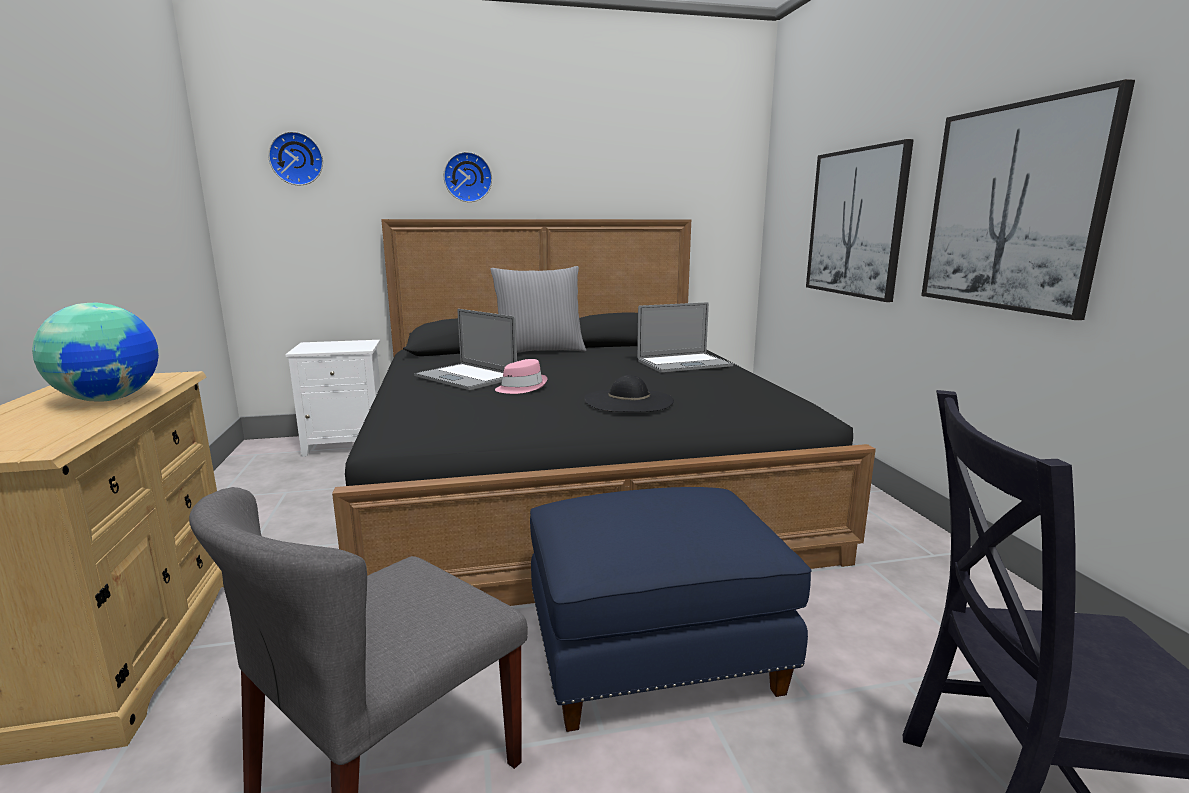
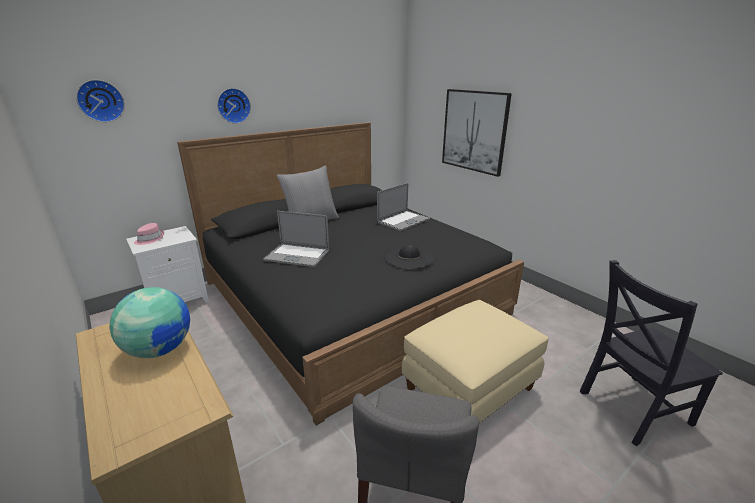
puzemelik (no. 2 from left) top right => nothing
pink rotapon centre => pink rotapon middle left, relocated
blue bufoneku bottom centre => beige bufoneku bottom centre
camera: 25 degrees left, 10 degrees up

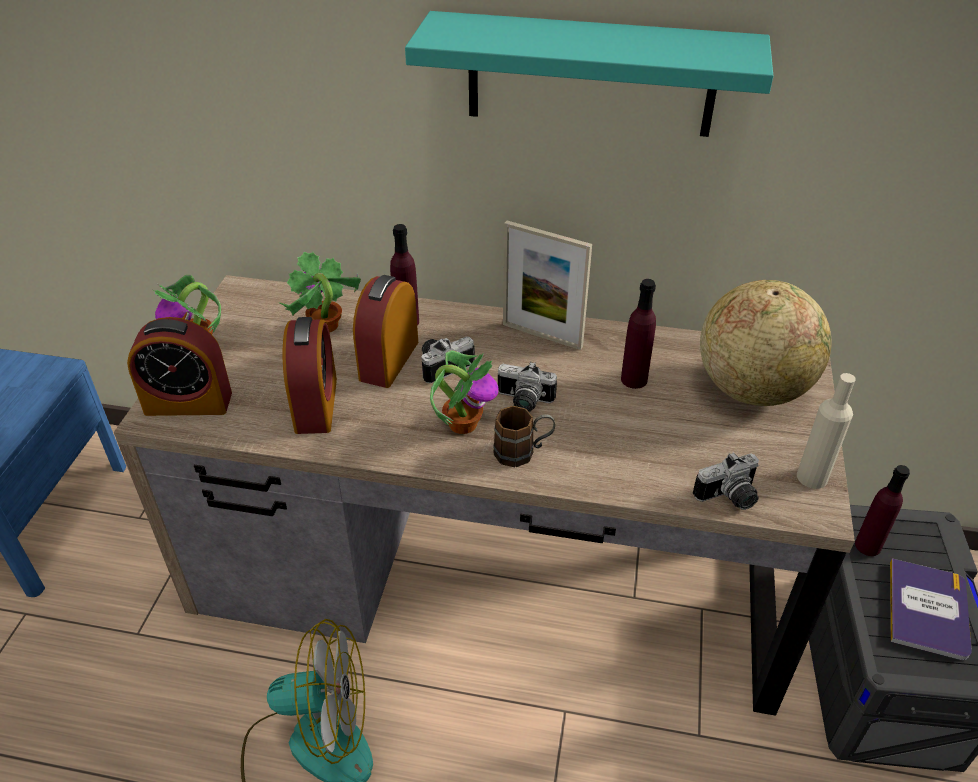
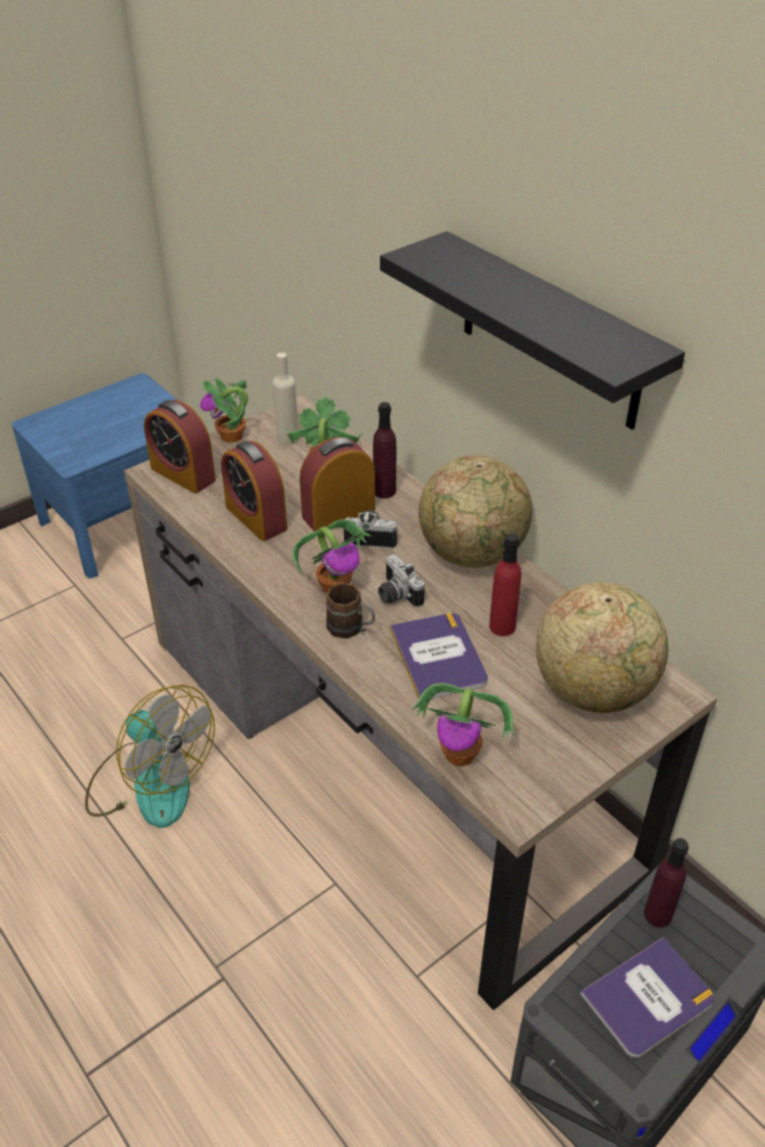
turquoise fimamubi top centre => black fimamubi top right
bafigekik centre => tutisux (no. 1 from left) centre
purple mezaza (no. 2 from left) centre => red mezaza centre
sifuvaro (no. 2 from left) middle left, 105 degrees clockwise
beige mezaza middle right => beige mezaza centre, relocated
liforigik (no. 3 from left) middle right => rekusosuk (no. 4 from left) centre
nothing => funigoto (no. 1 from left) centre
camera: 40 degrees right, 0 degrees up

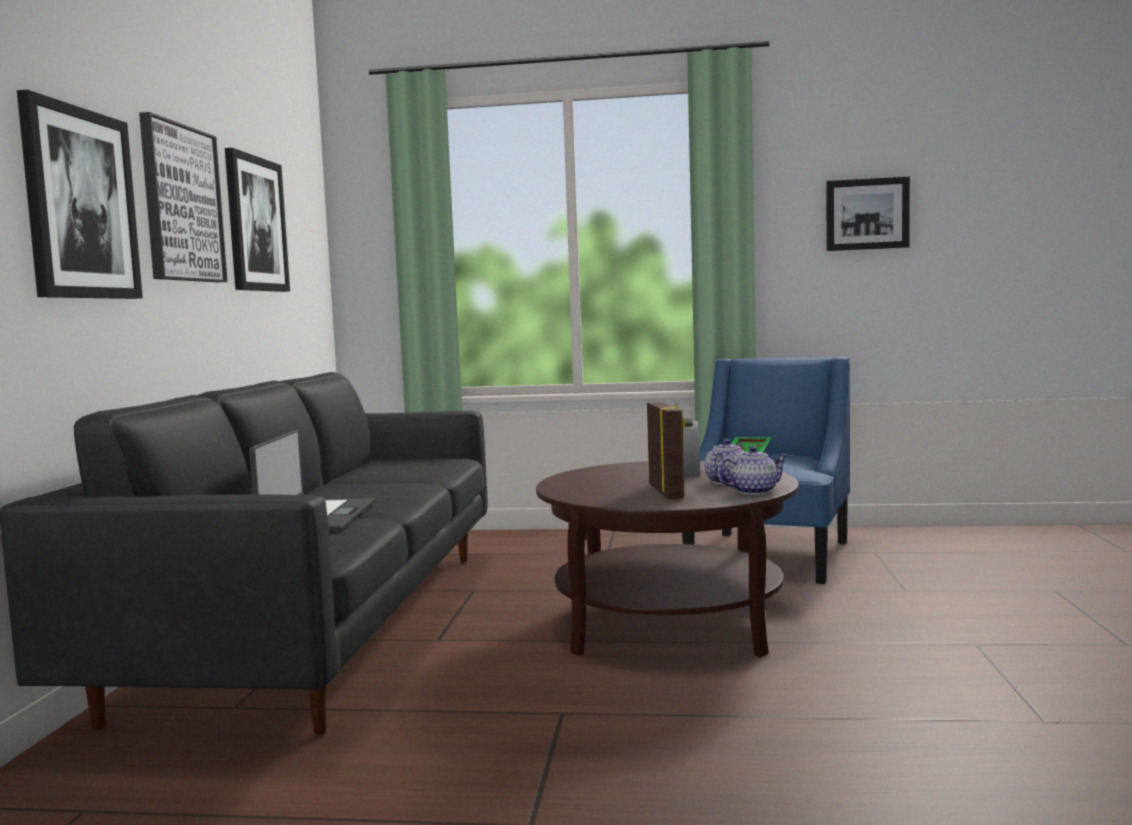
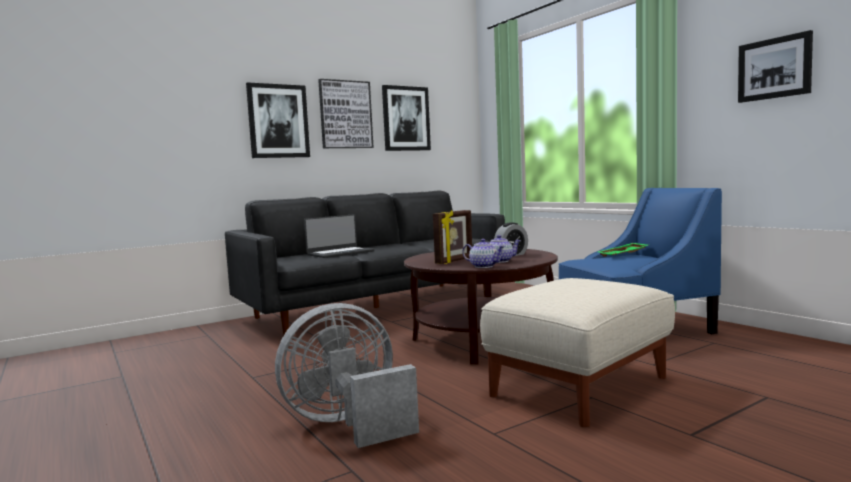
nothing => beige bufoneku bottom right
nothing => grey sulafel bottom centre
camera: 50 degrees right, 0 degrees up

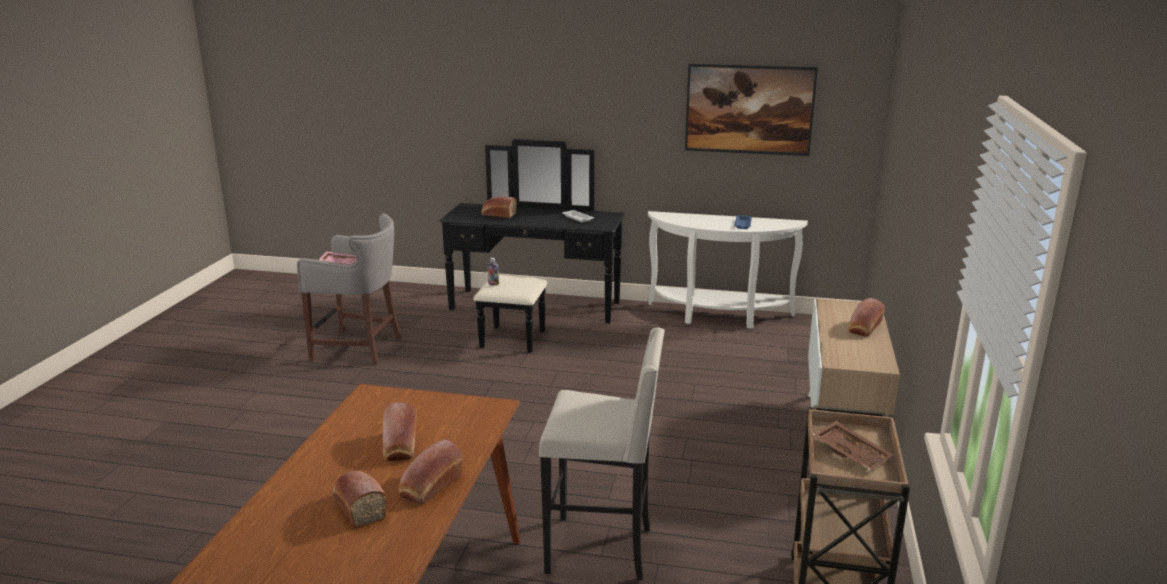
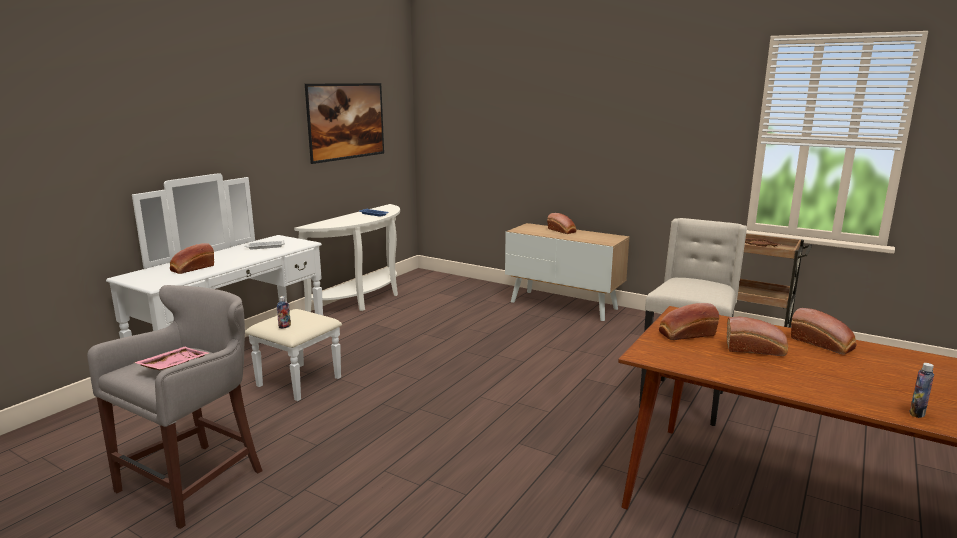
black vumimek centre => white vumimek middle left
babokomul (no. 1 from left in the first image) bottom left => babokomul (no. 3 from left) middle right, relocated
nothing => mezaza (no. 2 from left) bottom right
camera: 70 degrees left, 5 degrees down

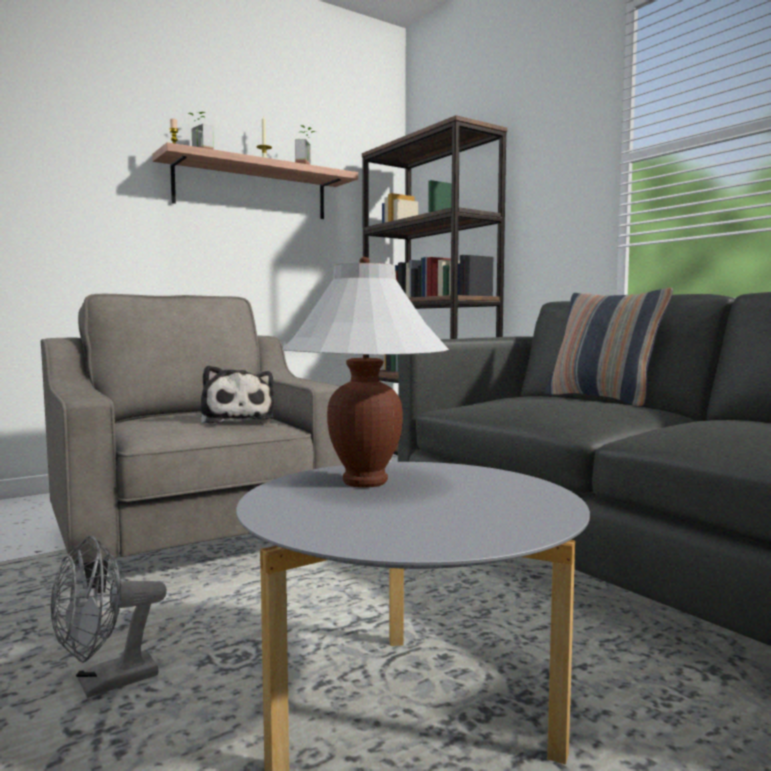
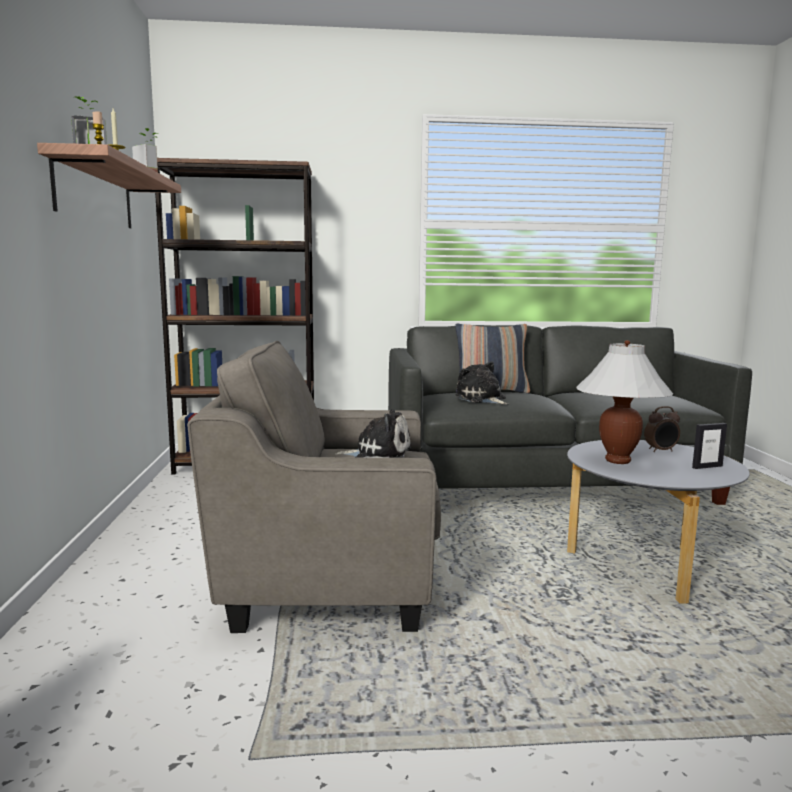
grey sulafel bottom left => nothing
nothing => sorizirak (no. 2 from left) centre
nothing => sifuvaro middle right
nothing => bafigekik middle right
camera: 60 degrees left, 5 degrees up

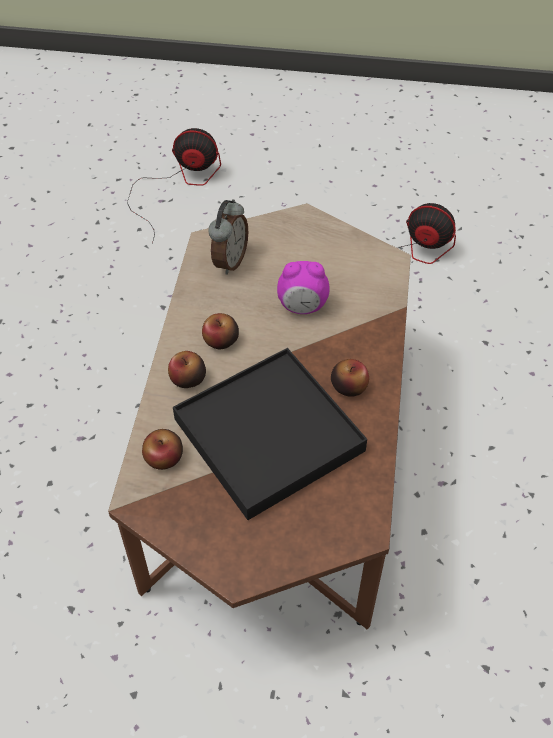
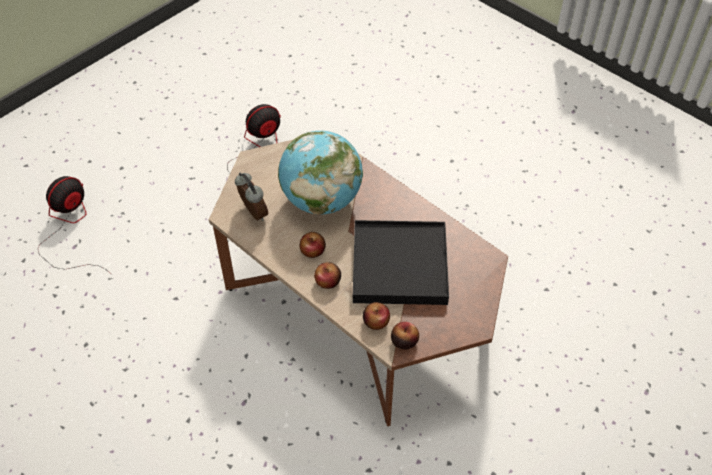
sifuvaro (no. 2 from left) centre => tutisux centre
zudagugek (no. 4 from left) centre => zudagugek (no. 4 from left) bottom centre, relocated
camera: 55 degrees left, 0 degrees up

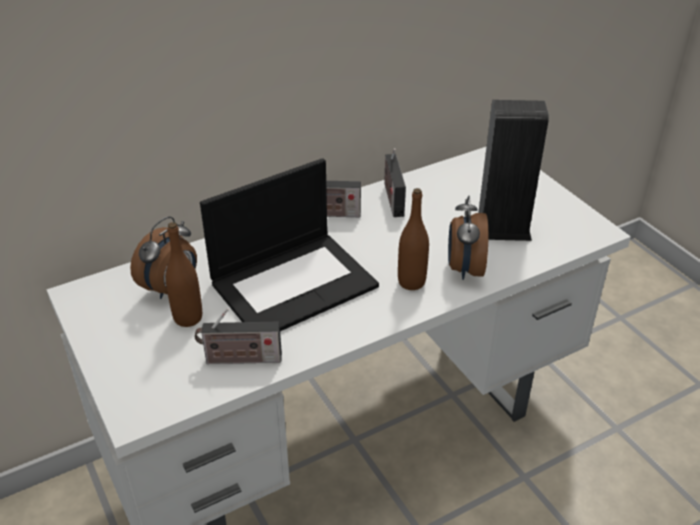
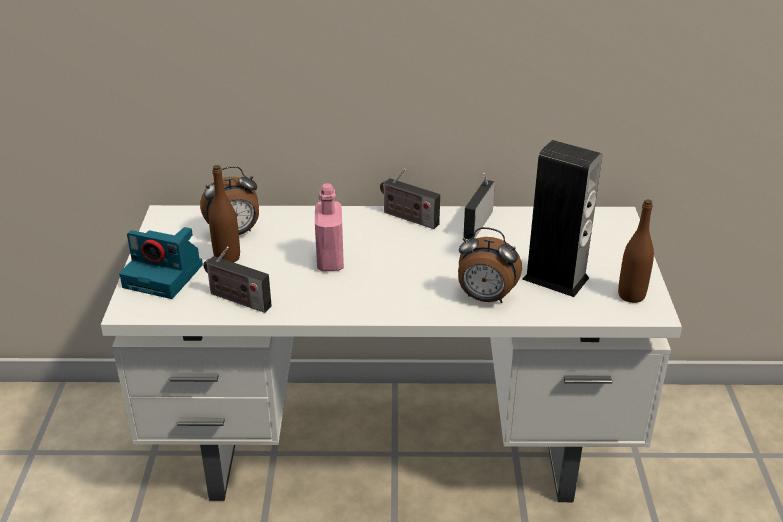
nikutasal centre => pink mezaza centre
brown mezaza (no. 2 from left) centre => brown mezaza (no. 2 from left) middle right, relocated
sifuvaro (no. 2 from left) middle right => sifuvaro (no. 2 from left) centre, 105 degrees counterclockwise
nothing => liforigik middle left
camera: 30 degrees right, 5 degrees down

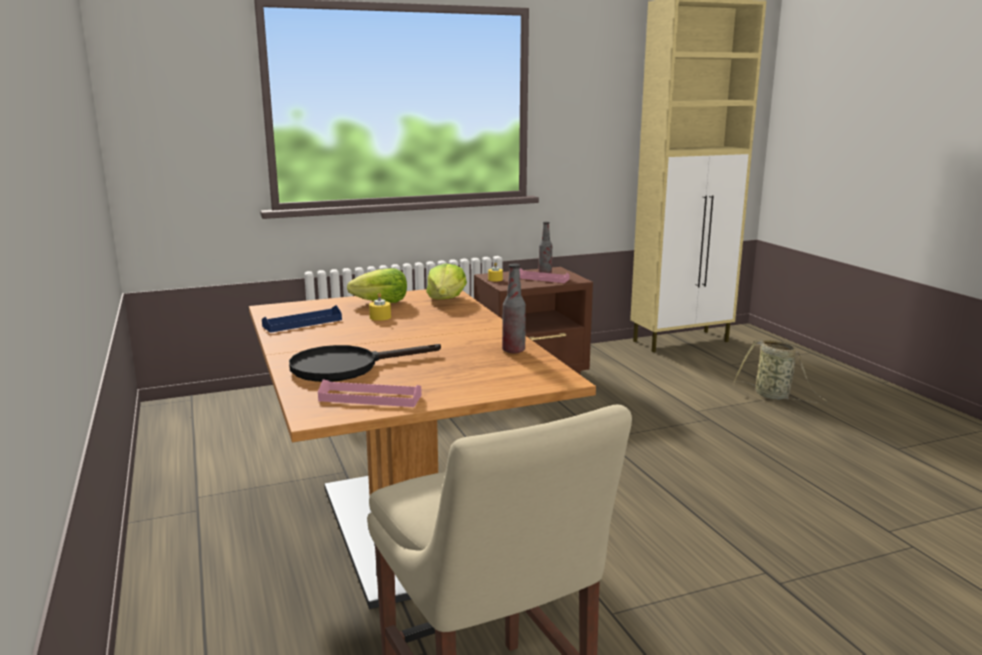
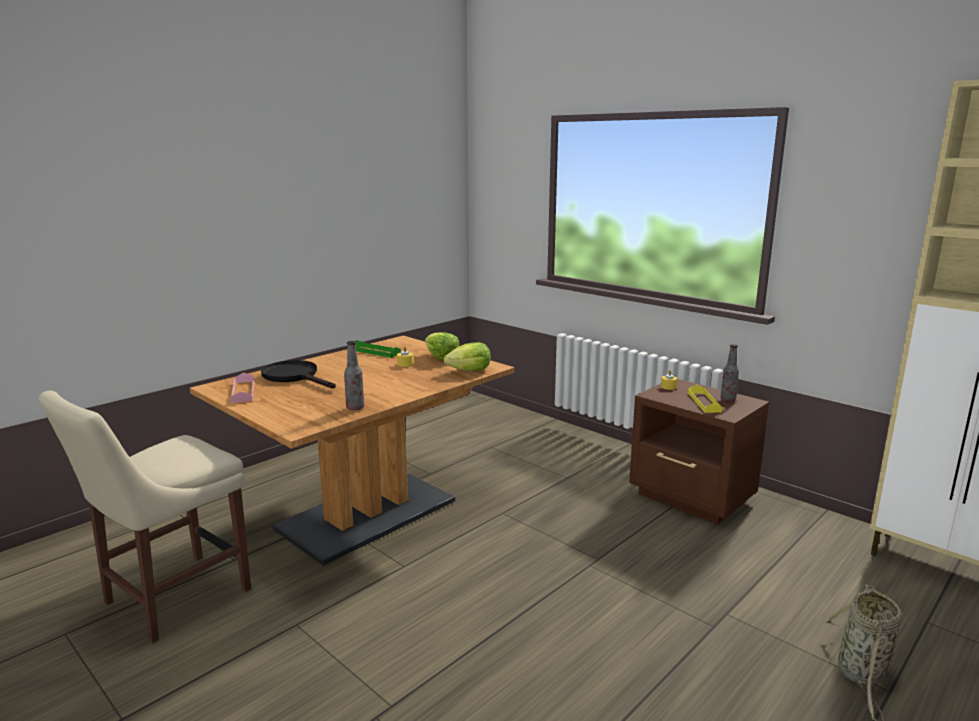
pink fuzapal (no. 2 from left) centre => yellow fuzapal middle right
blue fuzapal middle left => green fuzapal centre
camera: 65 degrees right, 0 degrees up

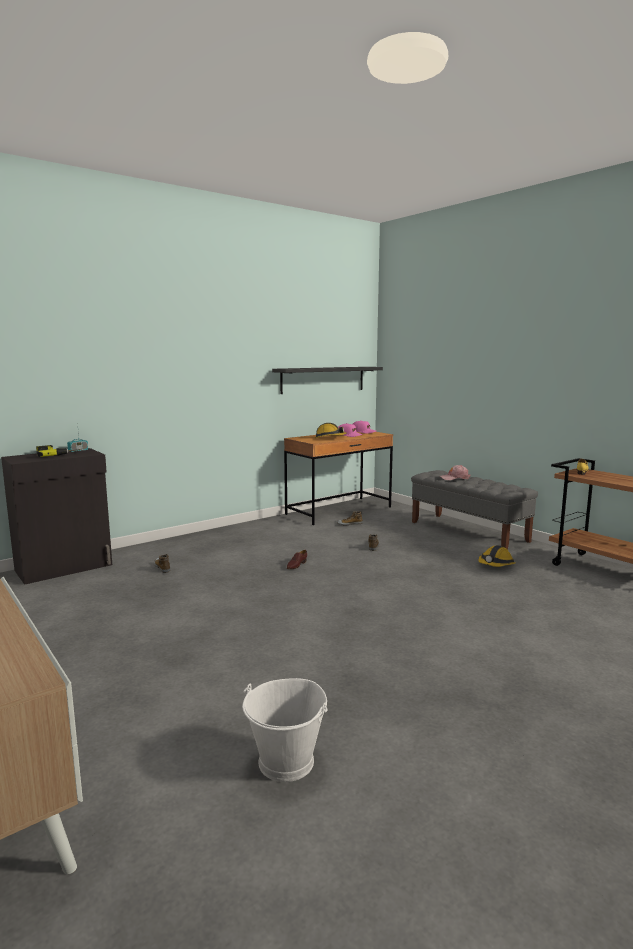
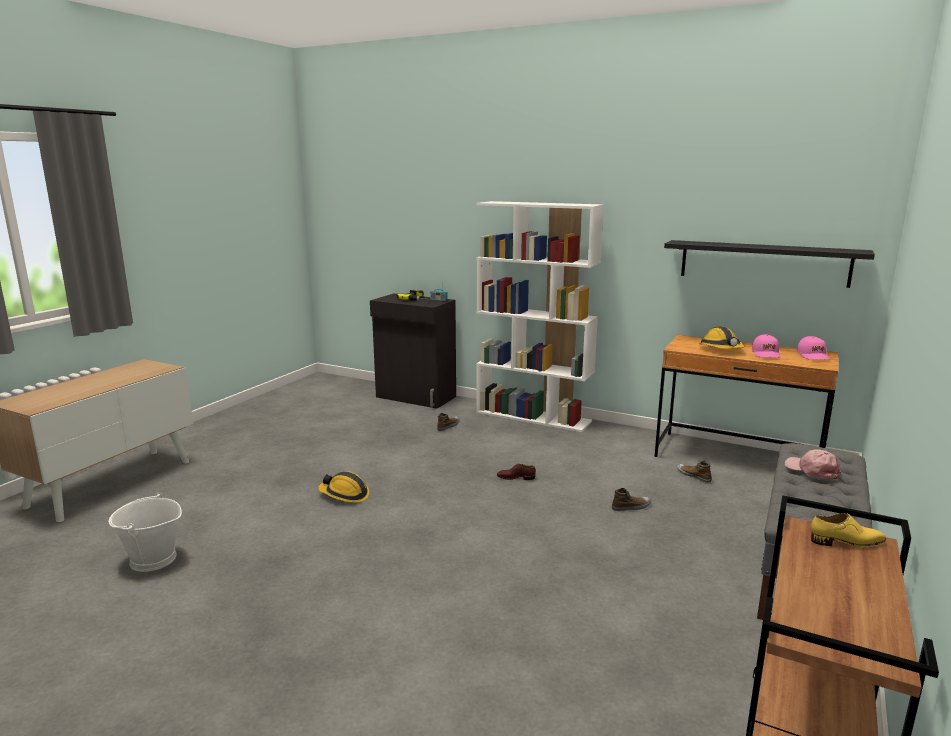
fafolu (no. 2 from left in the first image) middle right => fafolu (no. 1 from left) centre, relocated
nothing => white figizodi centre
camera: 65 degrees right, 5 degrees up

